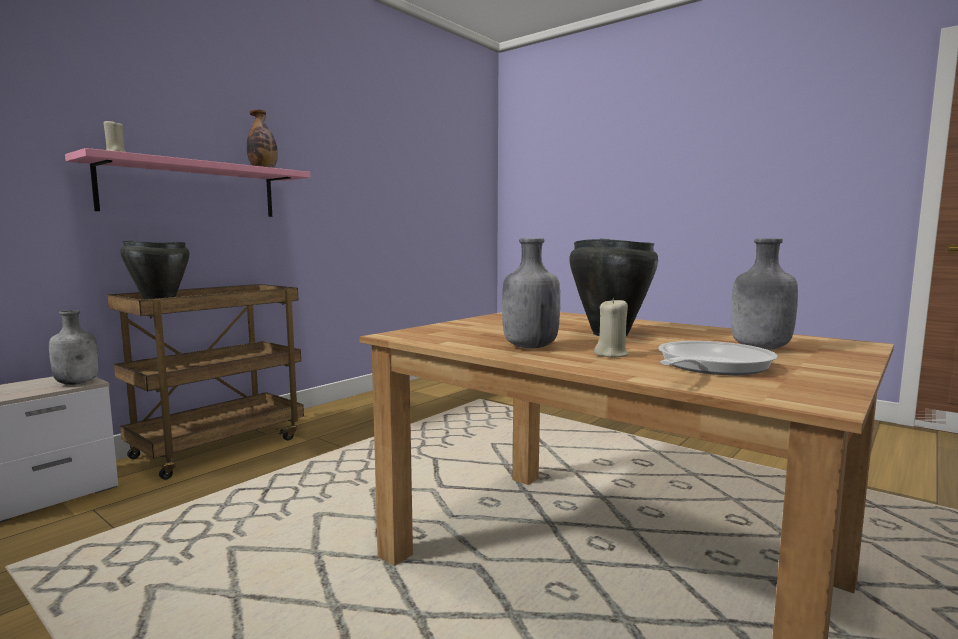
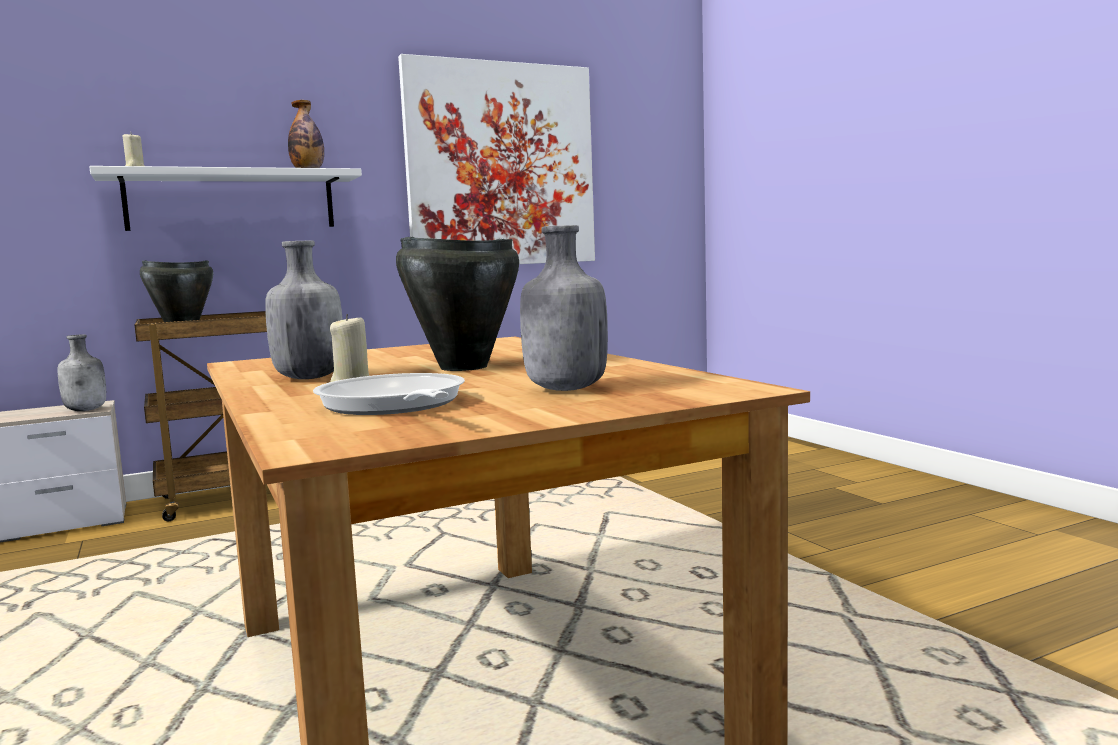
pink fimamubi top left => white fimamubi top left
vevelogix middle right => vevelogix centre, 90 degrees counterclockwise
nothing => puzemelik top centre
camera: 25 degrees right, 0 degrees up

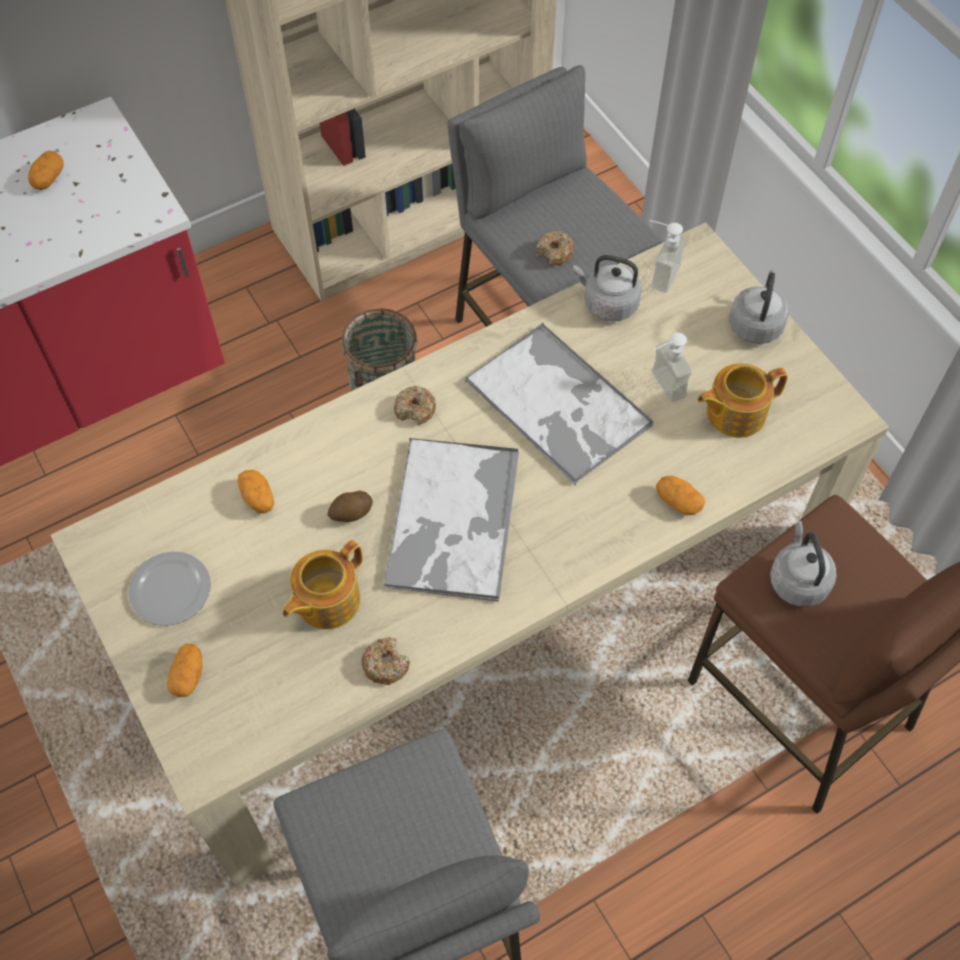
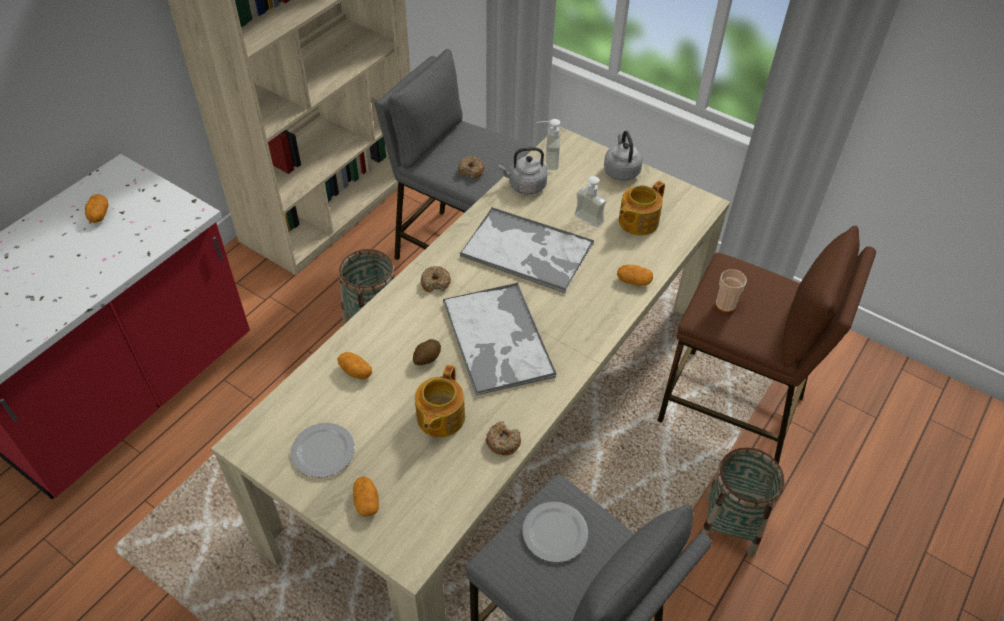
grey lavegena (no. 3 from left) middle right => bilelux middle right
nothing => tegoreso (no. 2 from left) bottom right
nothing => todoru (no. 2 from left) bottom centre
camera: 25 degrees left, 10 degrees down

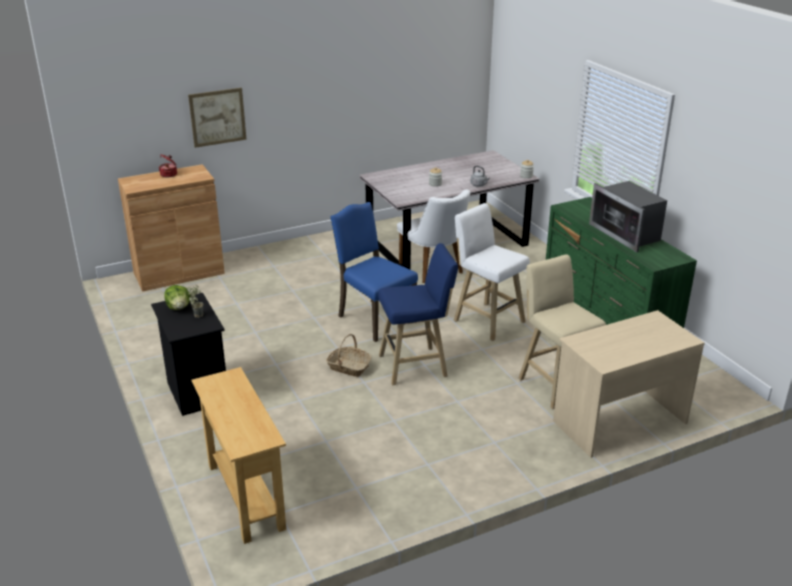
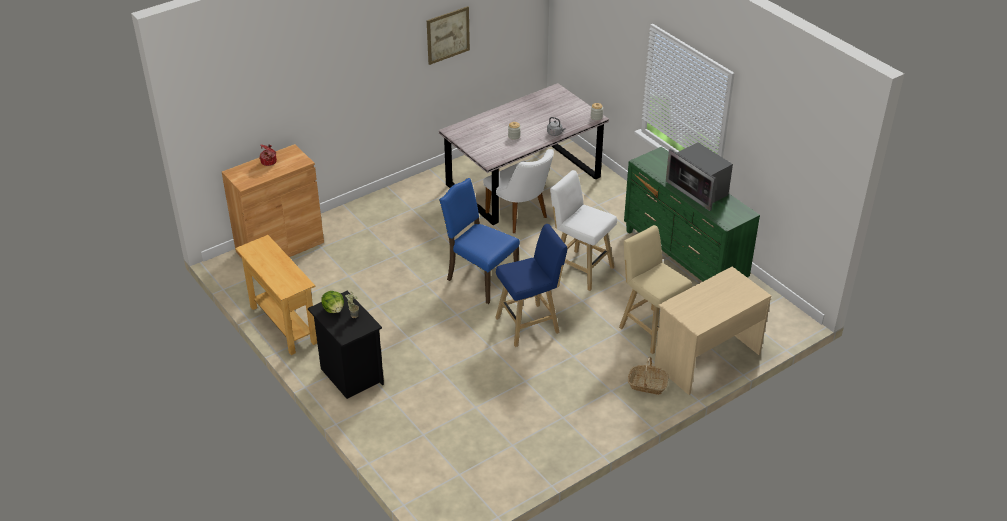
puzemelik top left => puzemelik top centre, relocated
tegoreso centre => tegoreso bottom centre, relocated
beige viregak bottom left => beige viregak middle left, relocated
camera: 10 degrees left, 10 degrees up

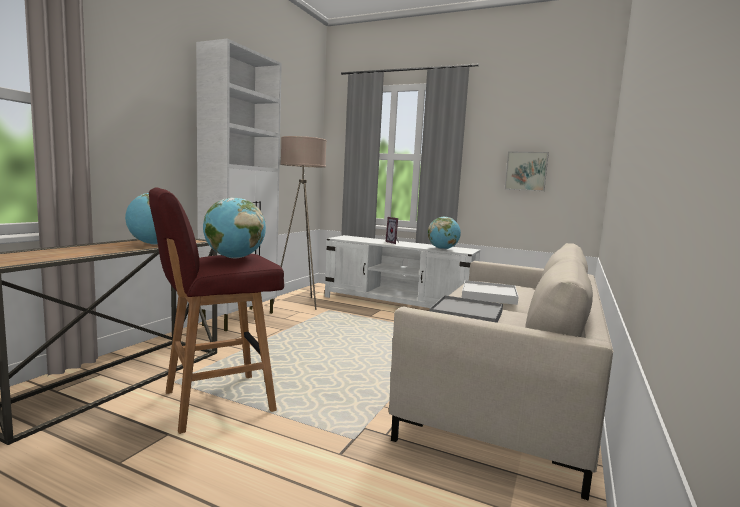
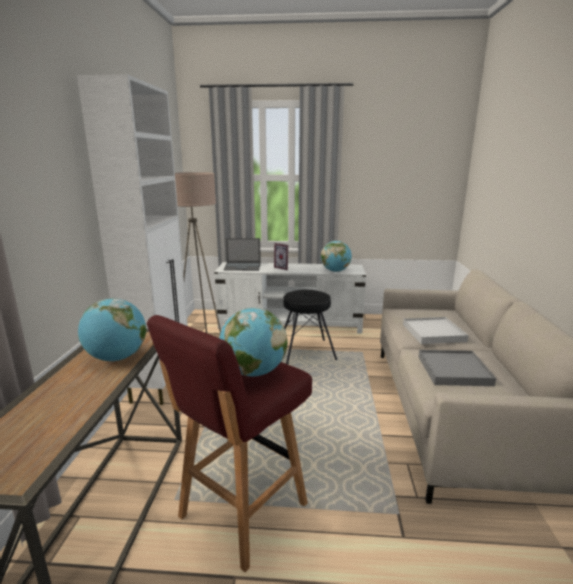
puzemelik middle right => nothing
nothing => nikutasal centre
nothing => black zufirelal centre
camera: 20 degrees left, 10 degrees up

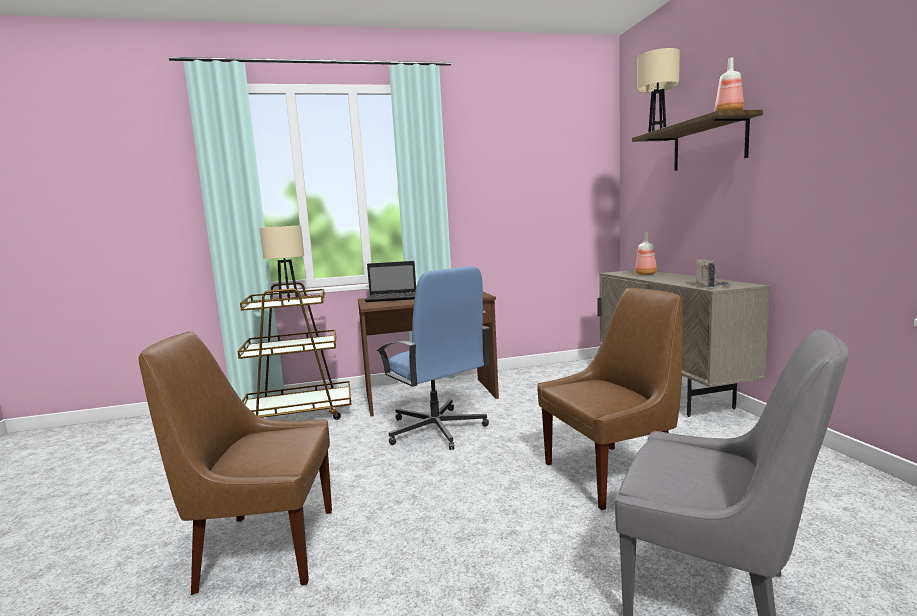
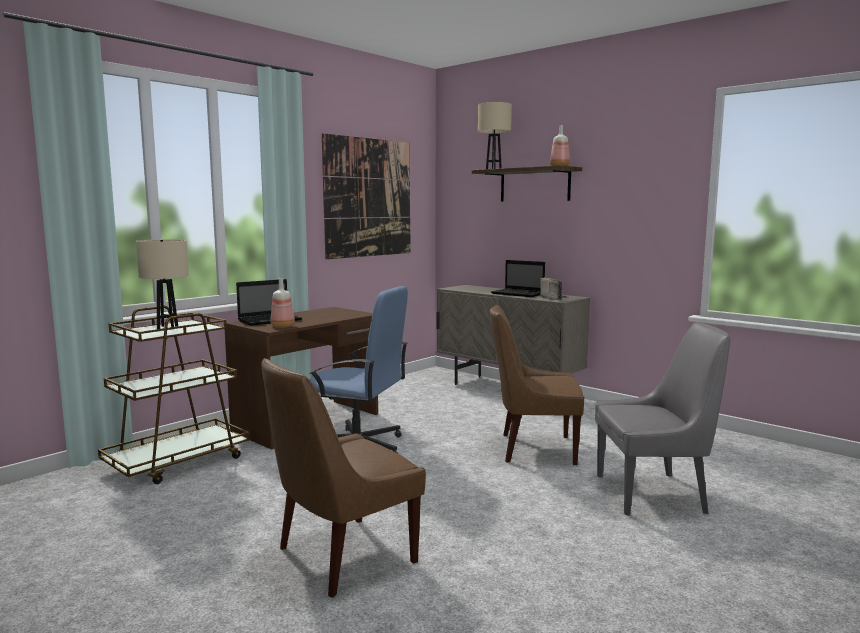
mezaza (no. 1 from left) middle right => mezaza (no. 1 from left) middle left, relocated
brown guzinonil (no. 2 from left) centre, 120 degrees counterclockwise
nothing => puzemelik top centre
nothing => nikutasal (no. 2 from left) centre
camera: 35 degrees left, 0 degrees up

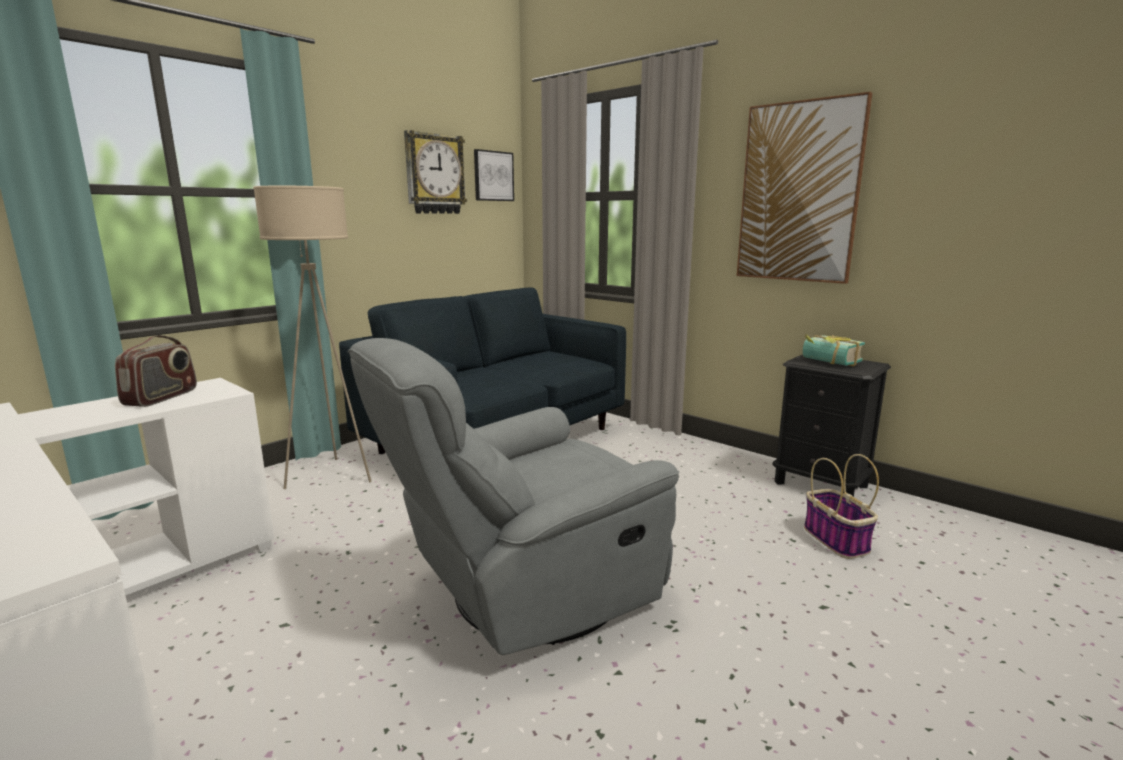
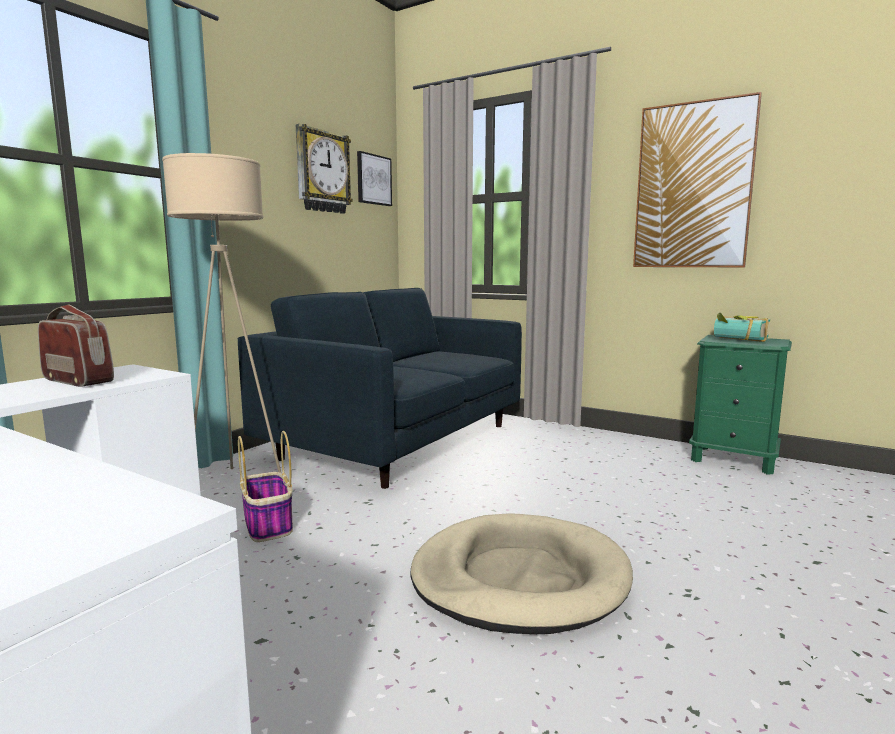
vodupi middle left, 60 degrees counterclockwise
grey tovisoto centre => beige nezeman bottom centre
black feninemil middle right => green feninemil middle right
tegoreso middle right => tegoreso middle left, relocated
camera: 10 degrees left, 5 degrees down

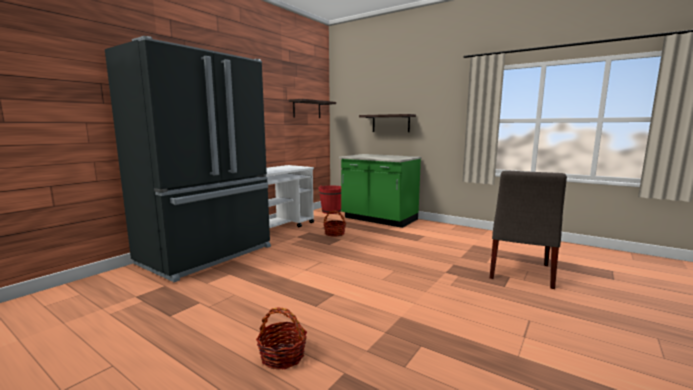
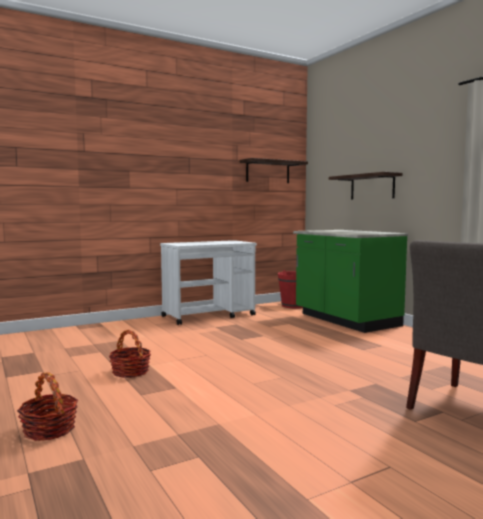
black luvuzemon middle left => nothing
tegoreso (no. 2 from left) centre => tegoreso (no. 2 from left) bottom left, relocated
camera: 25 degrees right, 5 degrees down

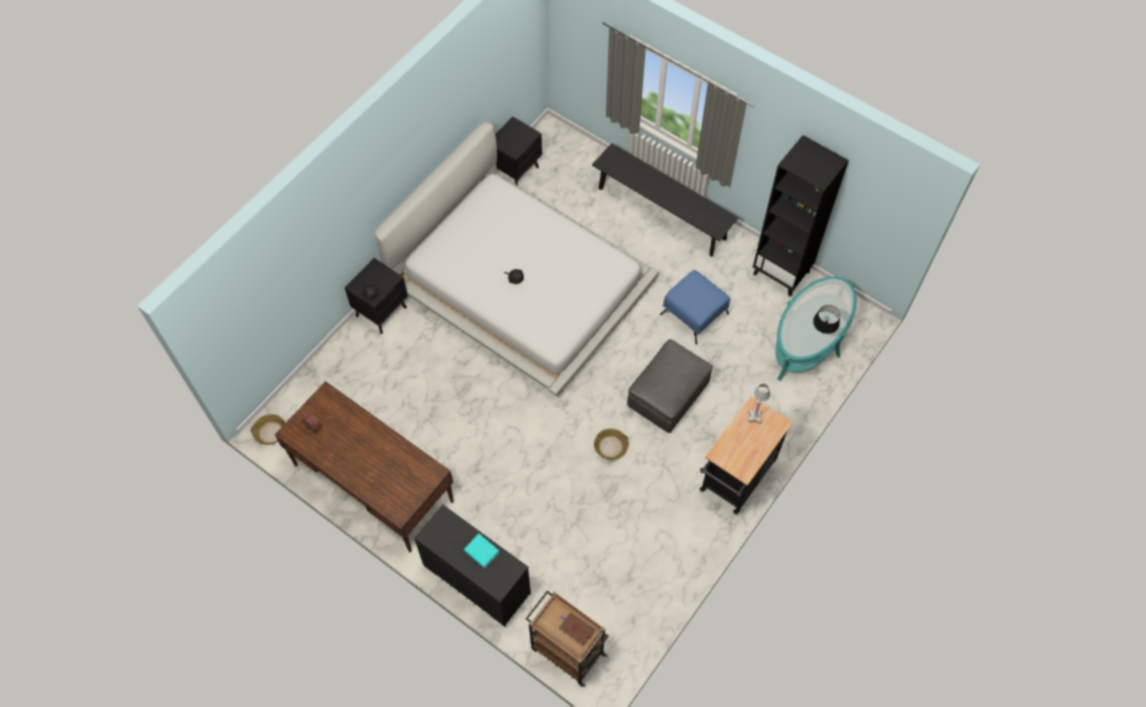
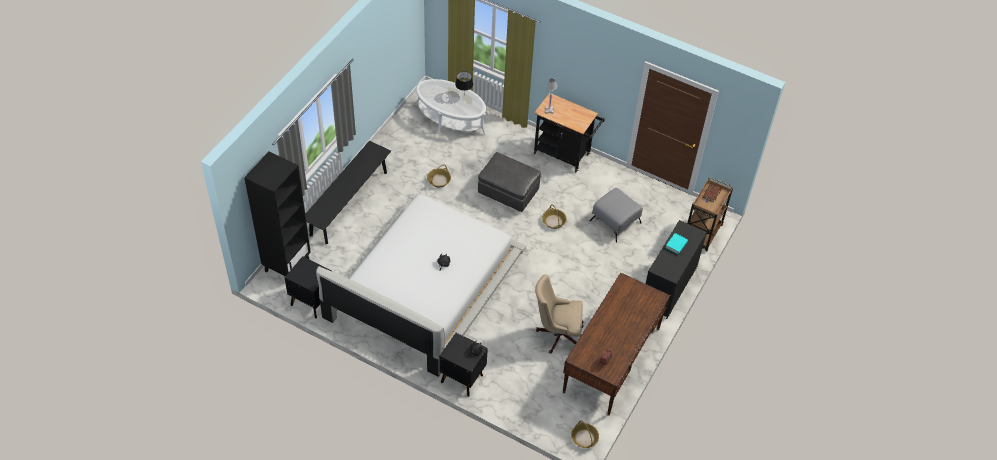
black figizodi top right => black figizodi middle left, relocated
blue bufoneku centre => tegoreso (no. 1 from left) centre
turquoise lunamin middle right => white lunamin top centre
nothing => grey bufoneku (no. 2 from left) centre
nothing => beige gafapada bottom centre
camera: 100 degrees left, 10 degrees down

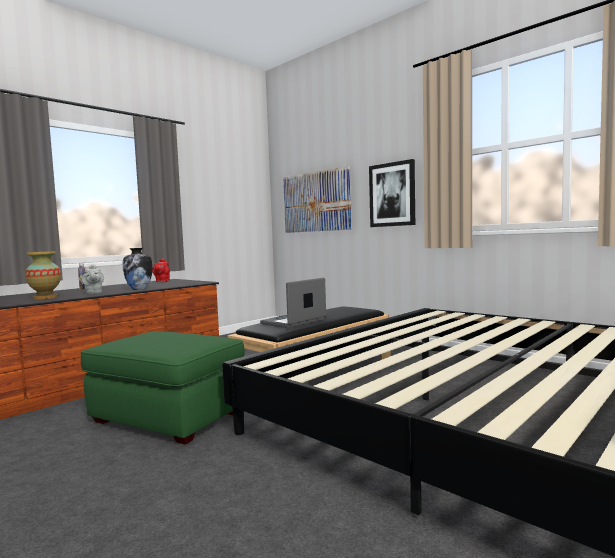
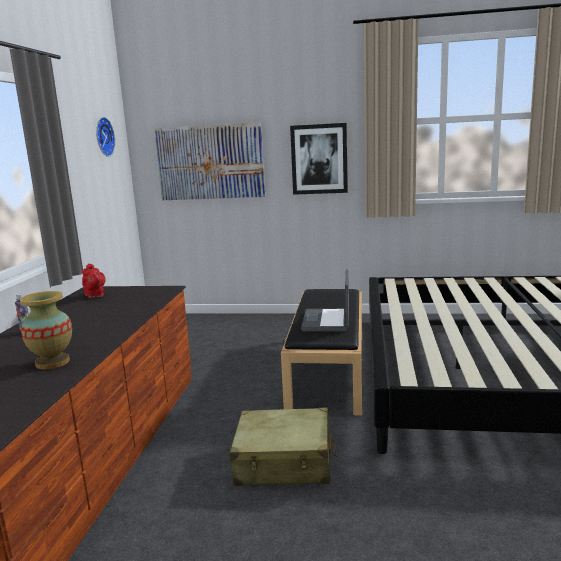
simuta (no. 2 from left) middle left => nothing
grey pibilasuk middle left => nothing
green bufoneku bottom left => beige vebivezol bottom centre
nothing => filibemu top left
camera: 35 degrees left, 10 degrees up

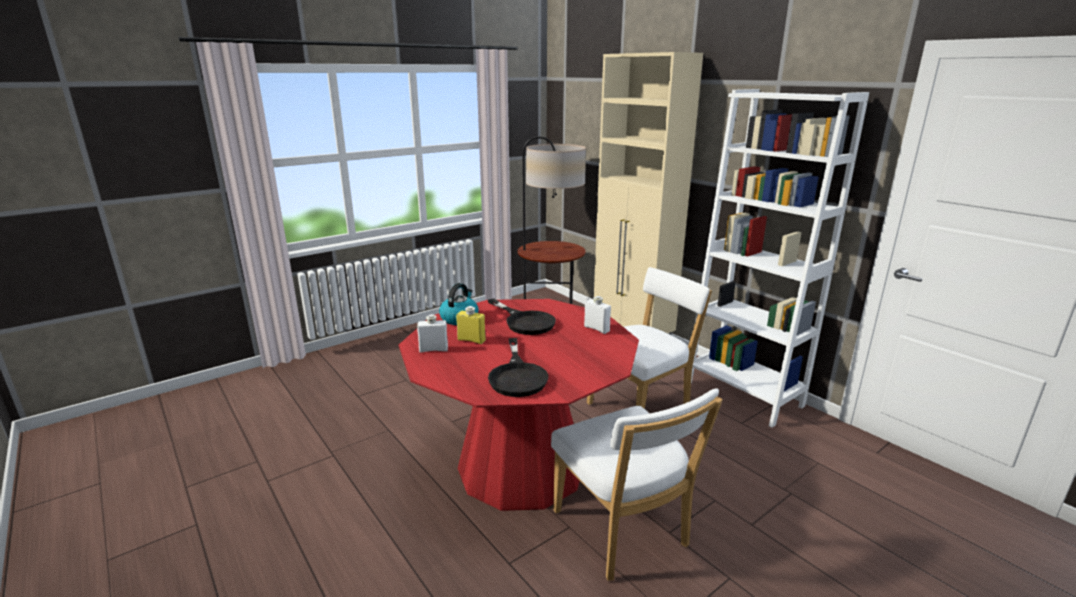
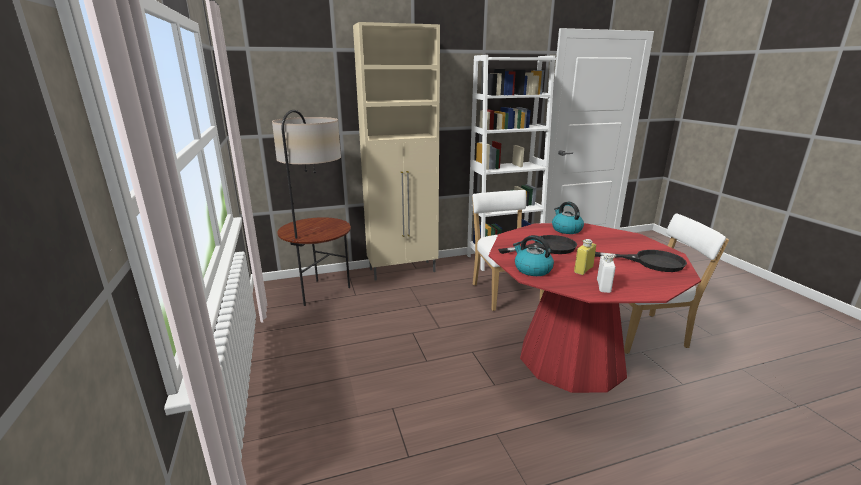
white mezaza (no. 2 from left) centre => lavegena (no. 2 from left) centre
camera: 70 degrees left, 0 degrees up

